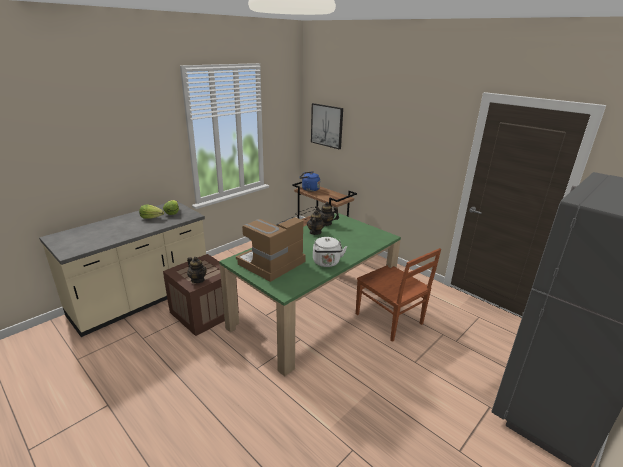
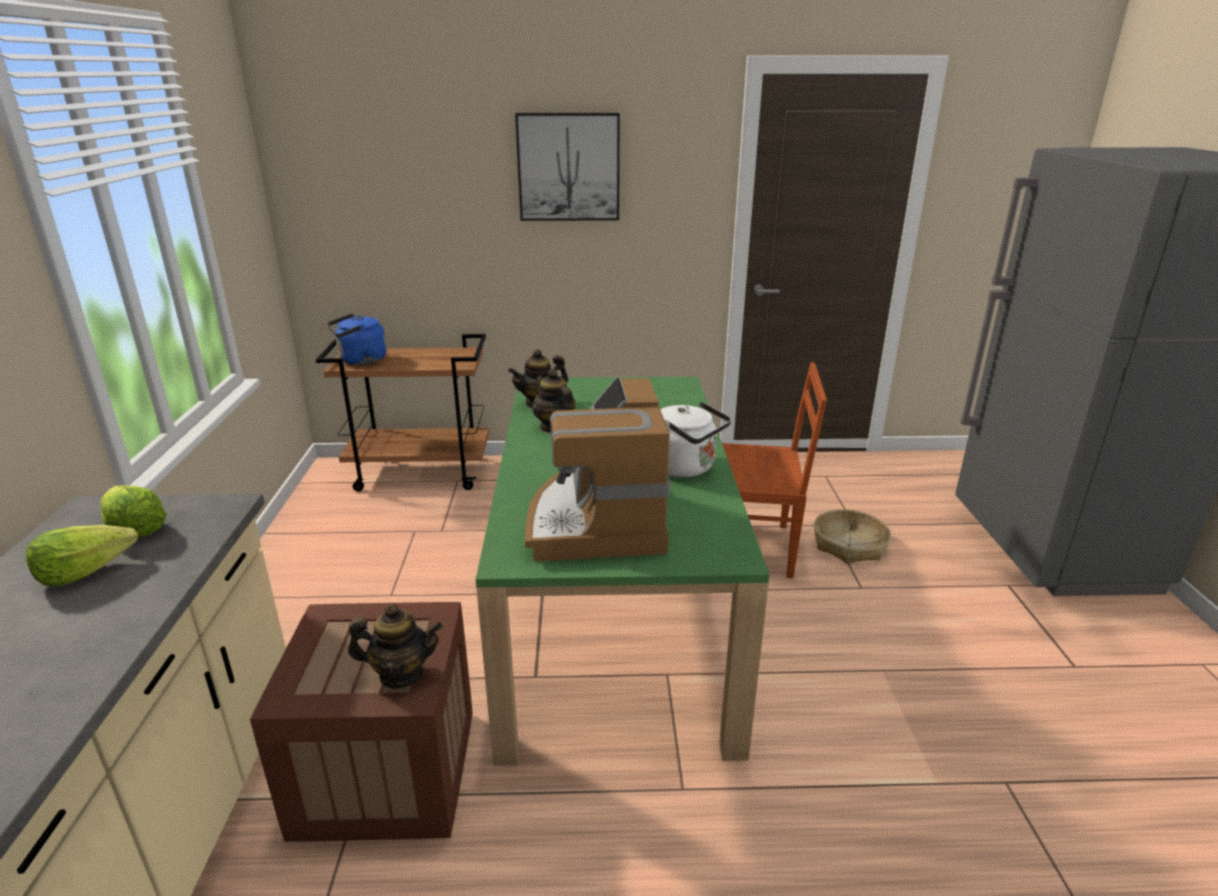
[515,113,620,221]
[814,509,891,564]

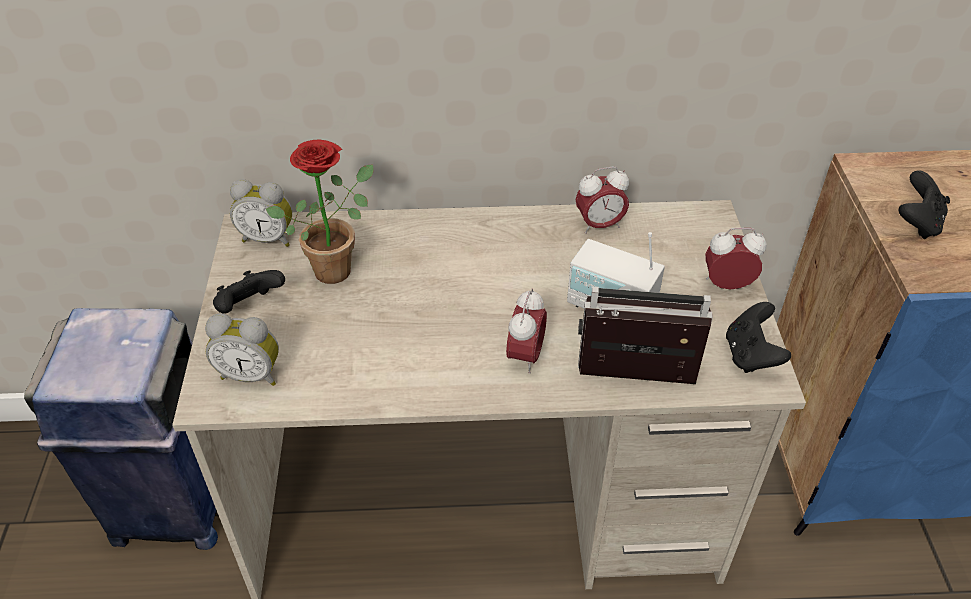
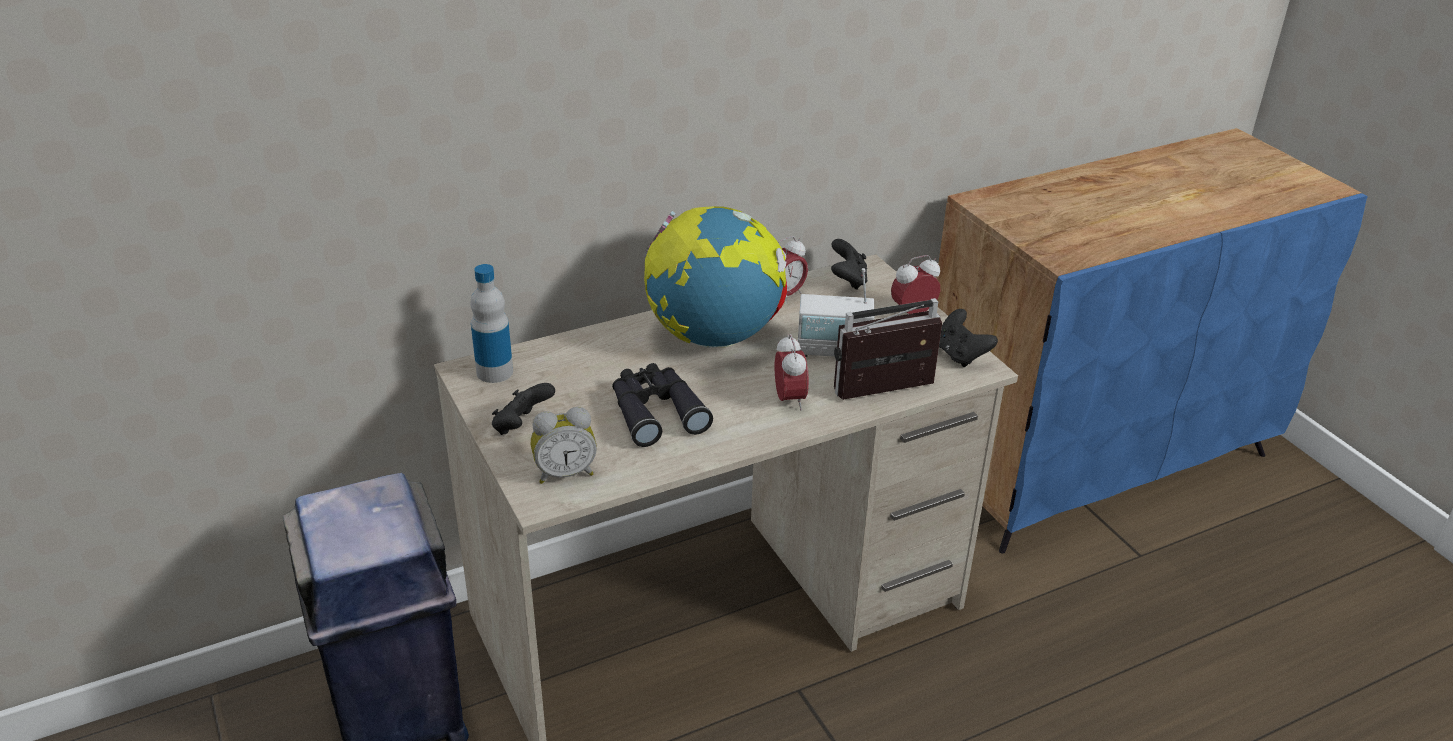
[470,264,513,383]
[612,363,713,447]
[643,206,787,348]
[831,239,868,290]
[266,139,374,284] (first image)

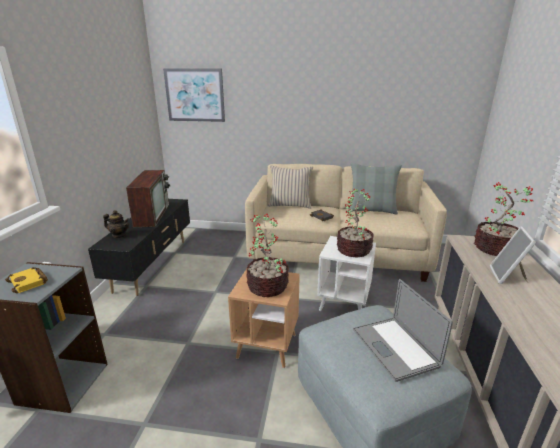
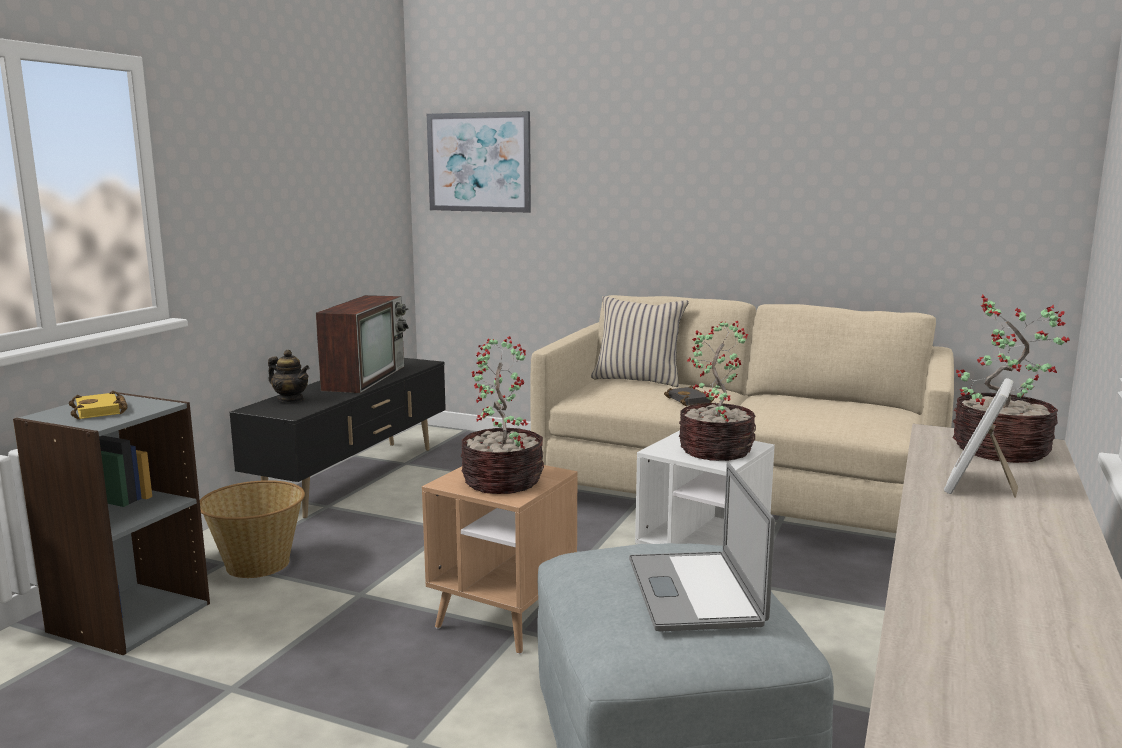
[200,480,305,578]
[348,163,402,215] (first image)

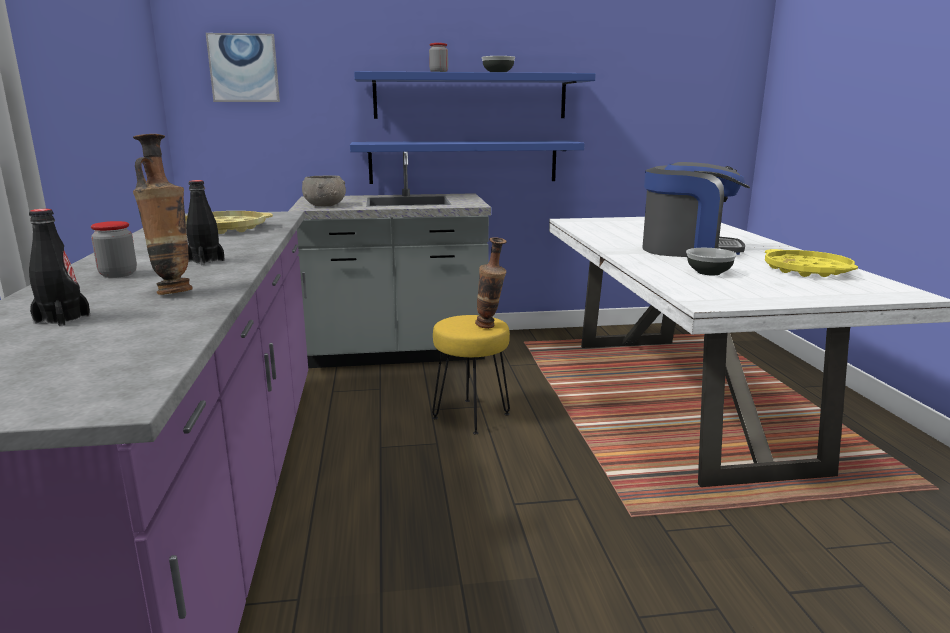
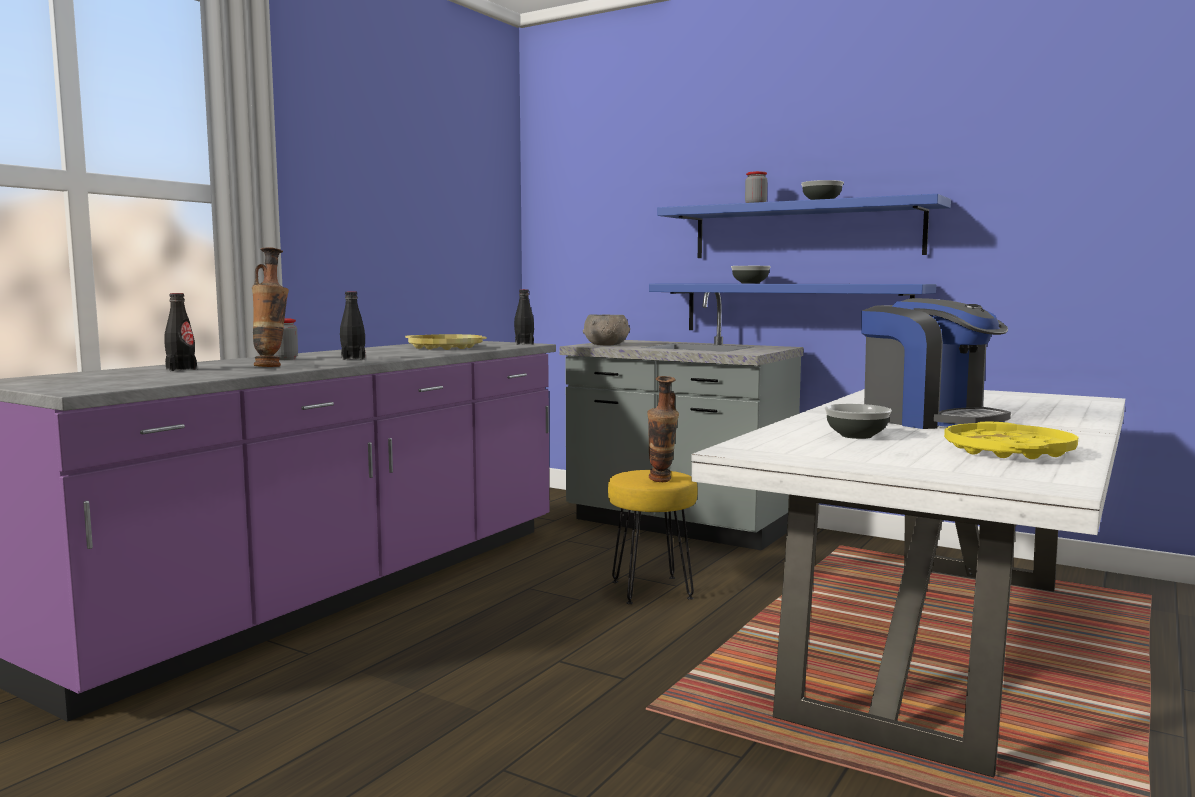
[514,289,534,345]
[731,266,771,283]
[206,33,280,102] (first image)

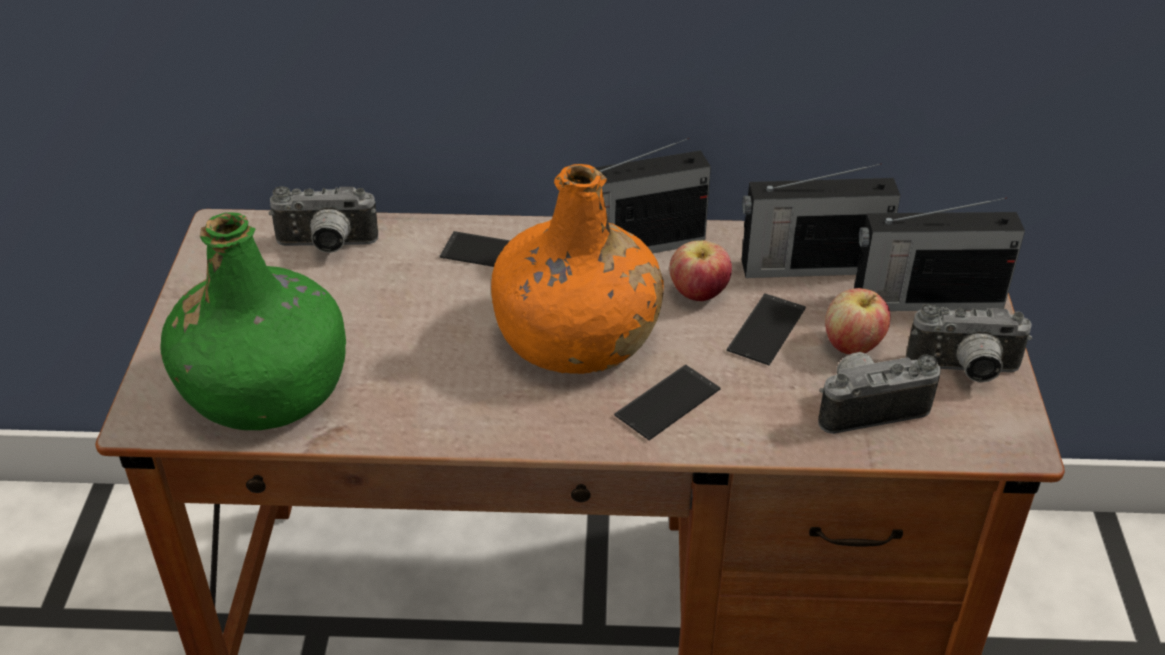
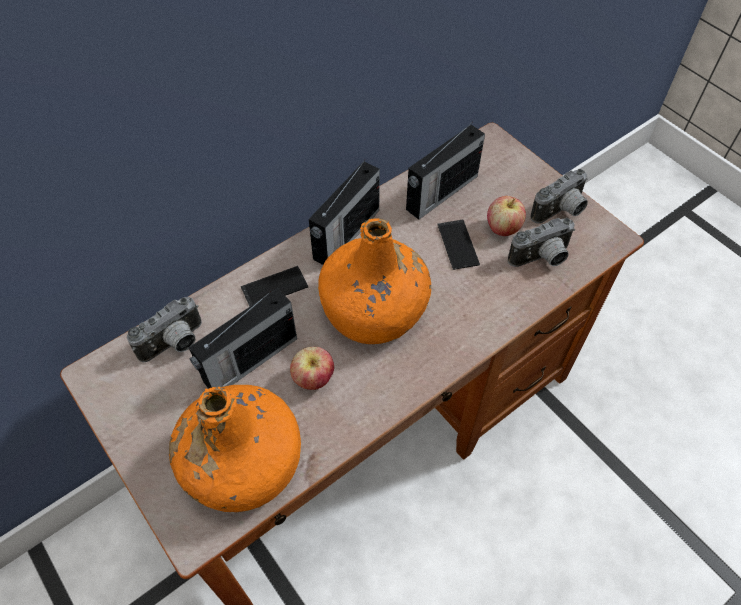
[169,385,301,512]
[189,288,297,389]
[290,347,334,390]
[508,218,575,267]
[614,364,721,440] (first image)

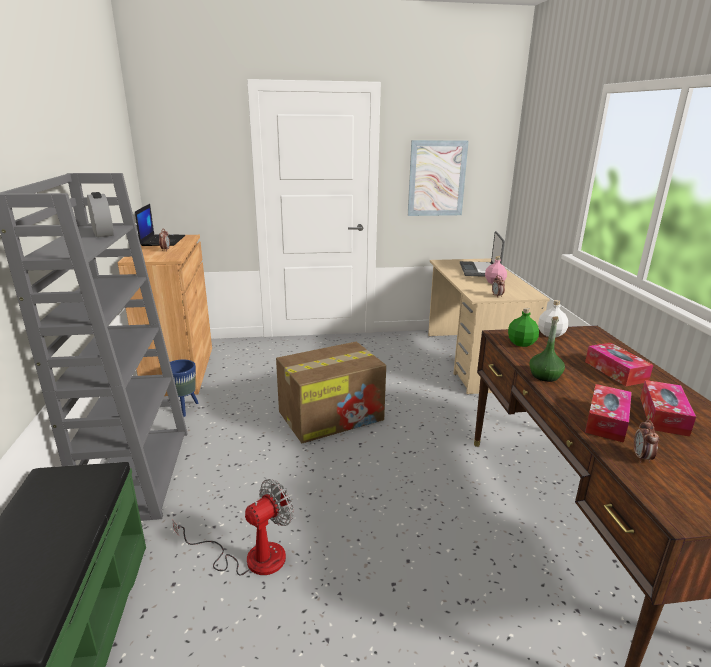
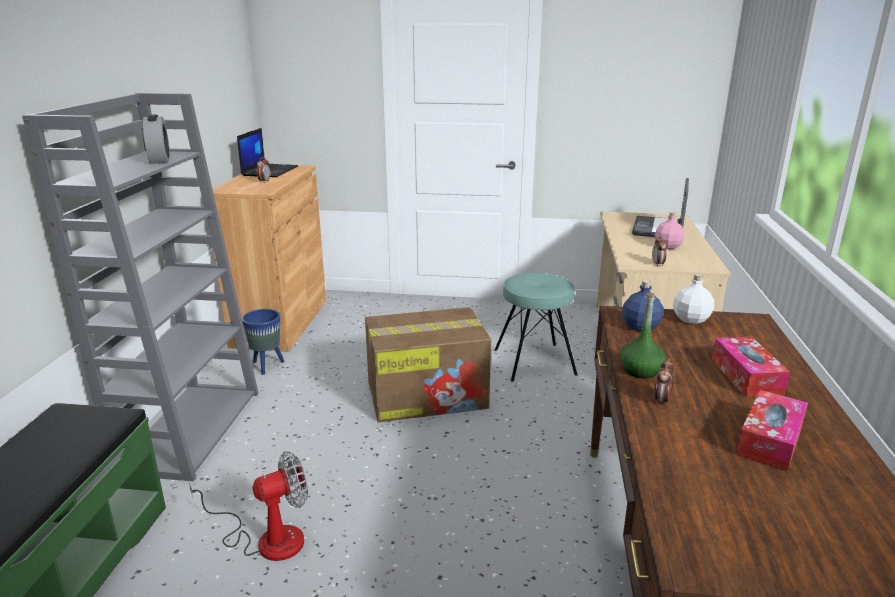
[494,273,578,382]
[622,280,663,331]
[654,359,675,406]
[408,140,469,216] (first image)
[585,384,632,443] (first image)

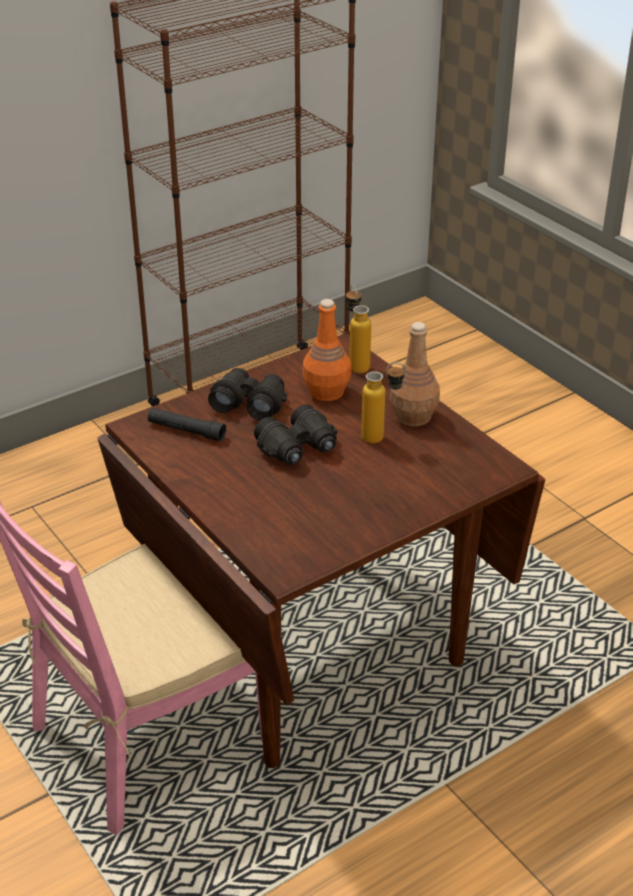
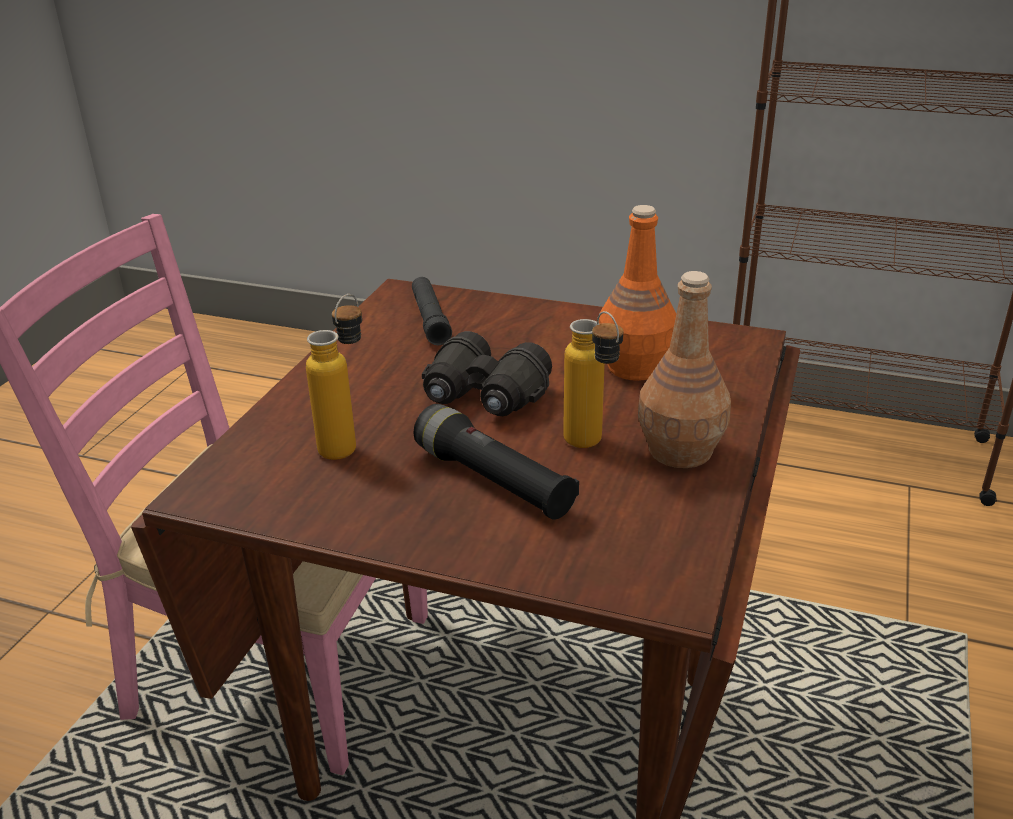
[306,294,362,460]
[414,404,579,520]
[208,368,287,420] (first image)

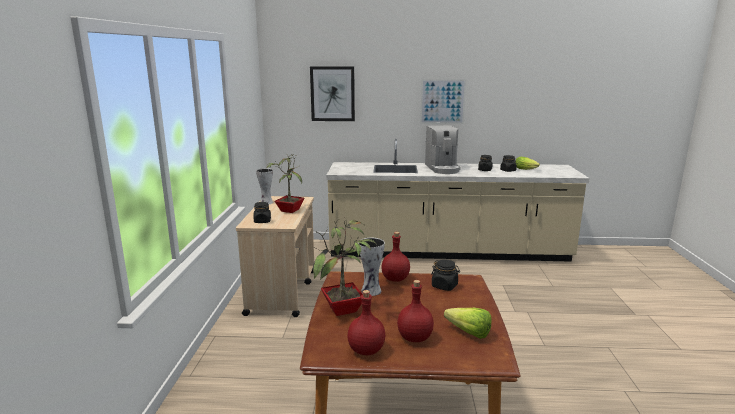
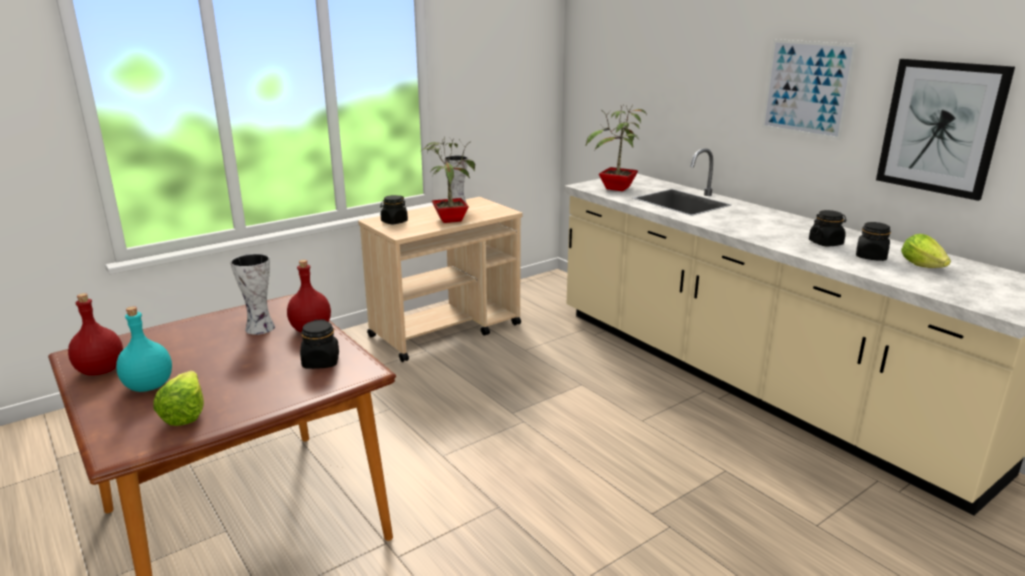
[116,306,172,392]
[586,104,647,191]
[876,59,1015,201]
[425,125,461,174] (first image)

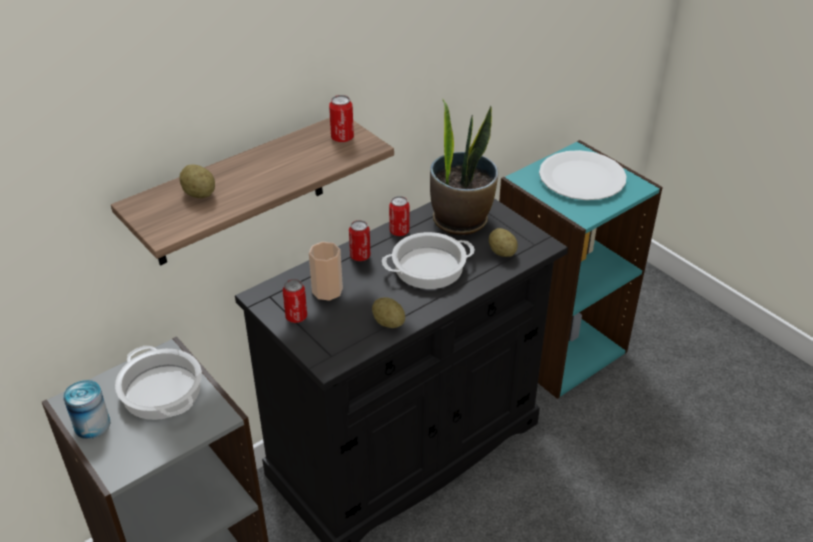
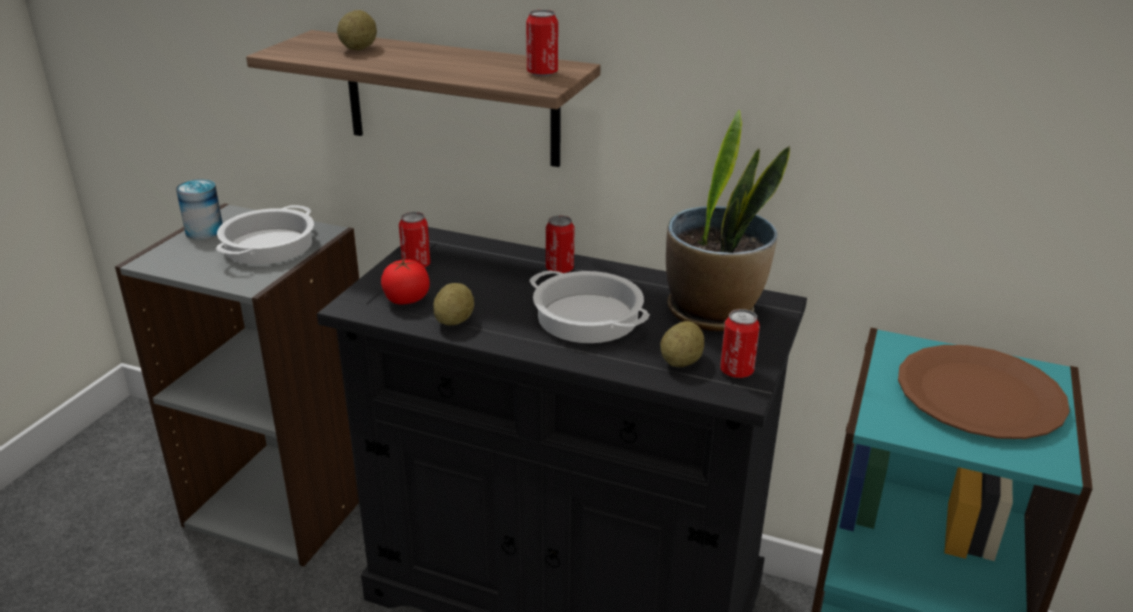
[381,258,430,305]
[720,309,760,378]
[898,345,1070,439]
[309,242,343,301] (first image)

